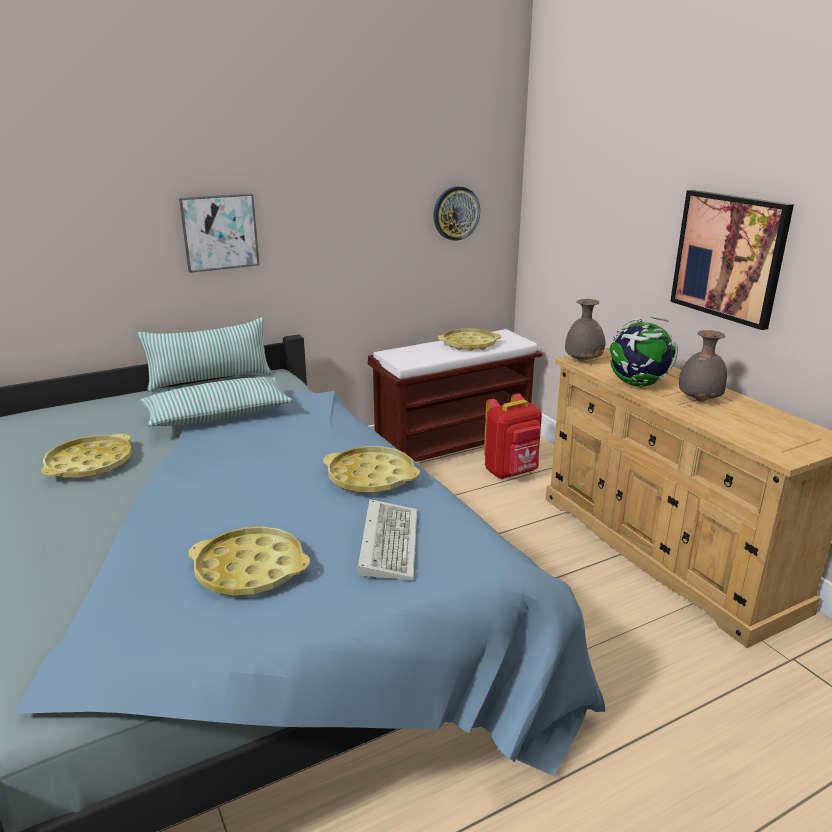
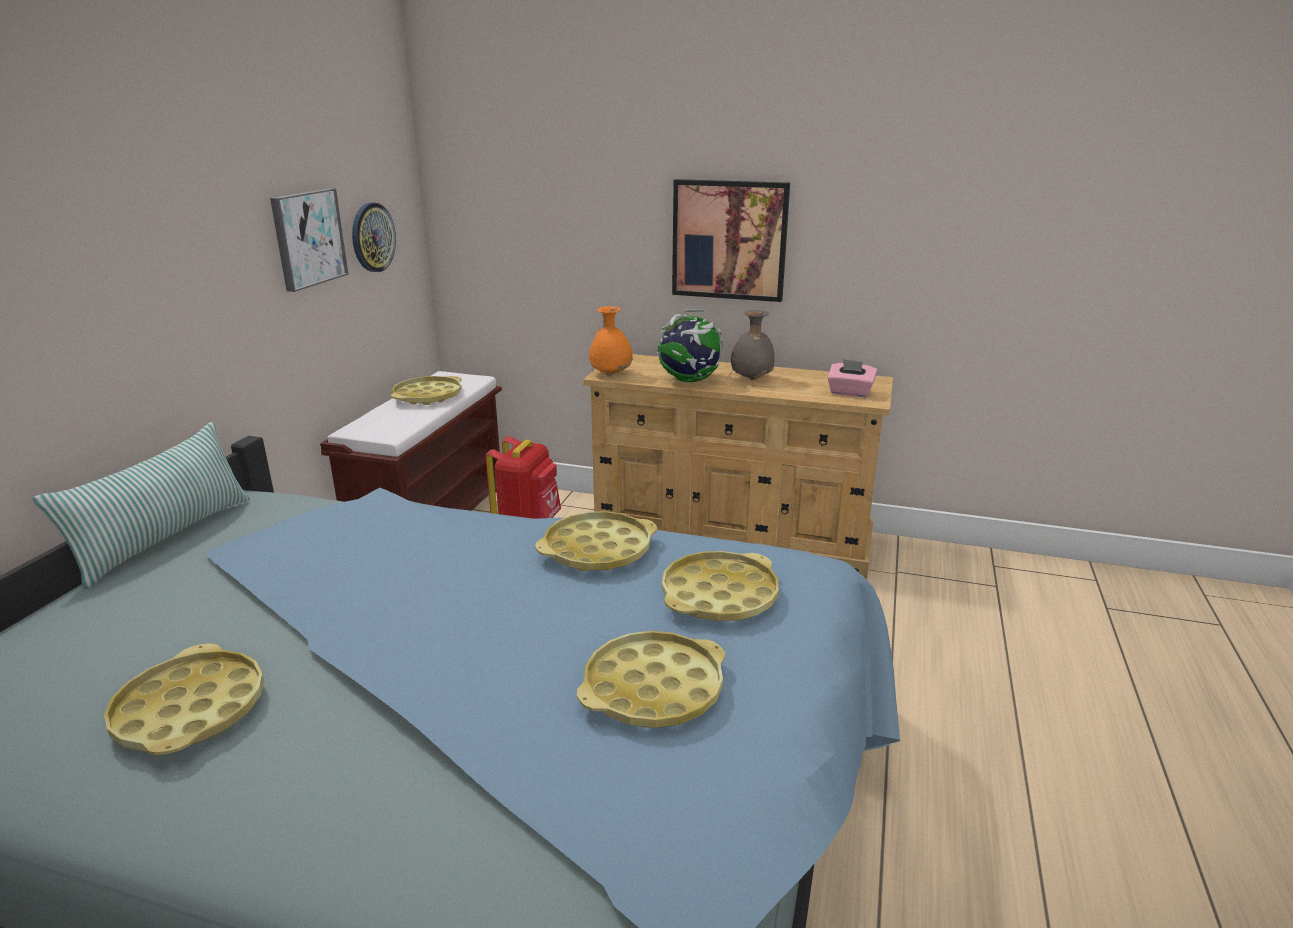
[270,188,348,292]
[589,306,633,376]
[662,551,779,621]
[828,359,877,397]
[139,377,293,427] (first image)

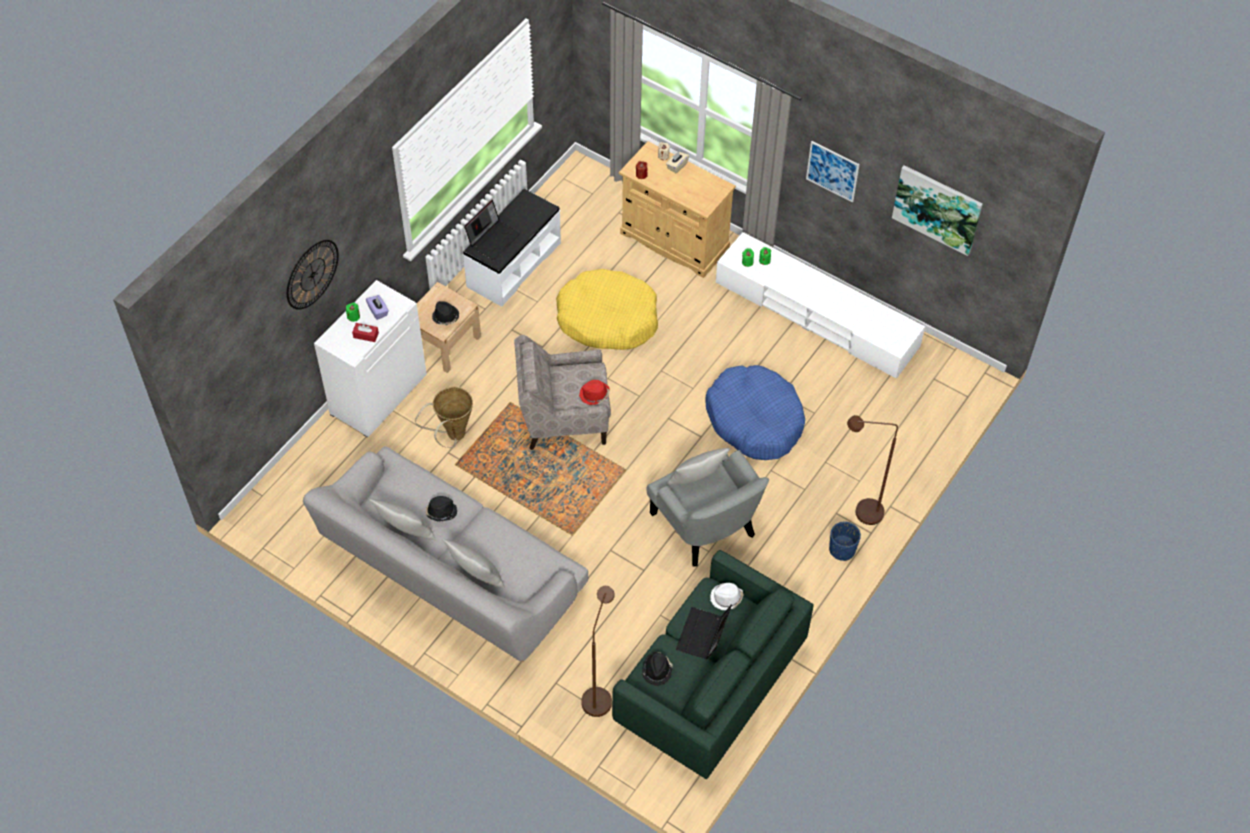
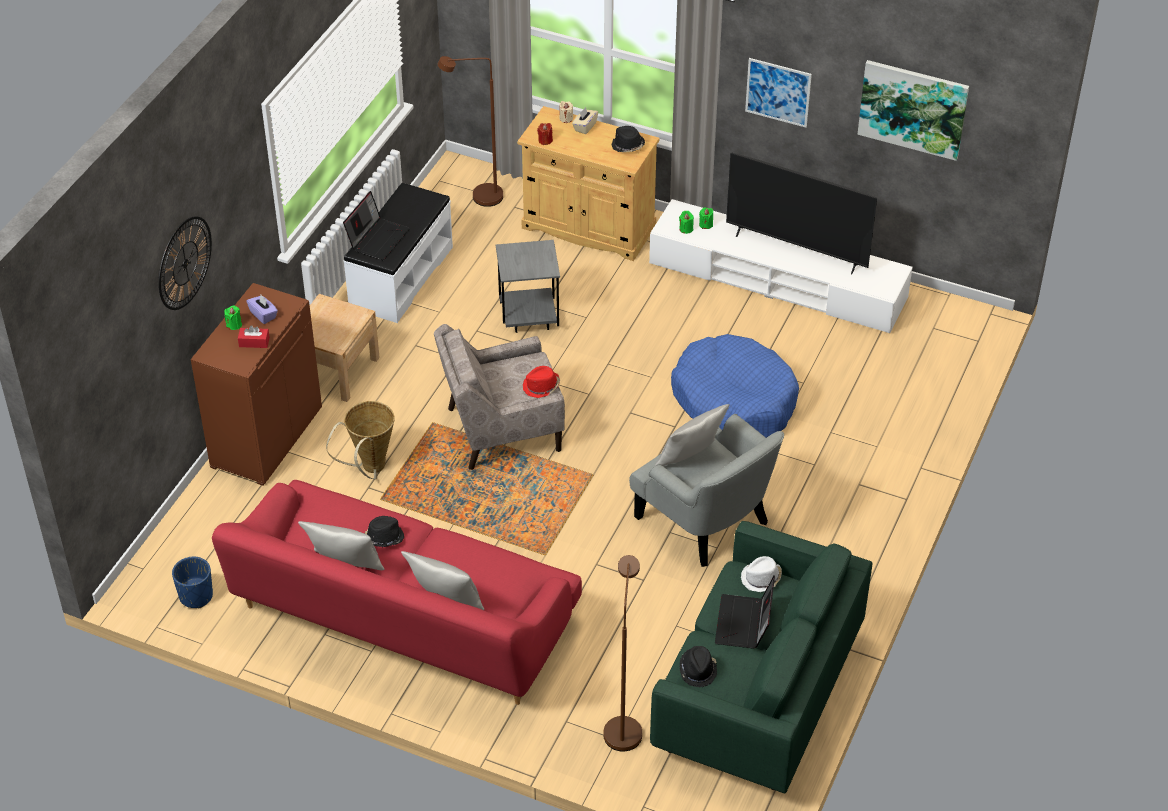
[172,557,213,608]
[191,283,322,486]
[212,480,582,705]
[438,56,503,207]
[496,240,560,333]
[611,126,645,152]
[726,152,877,274]

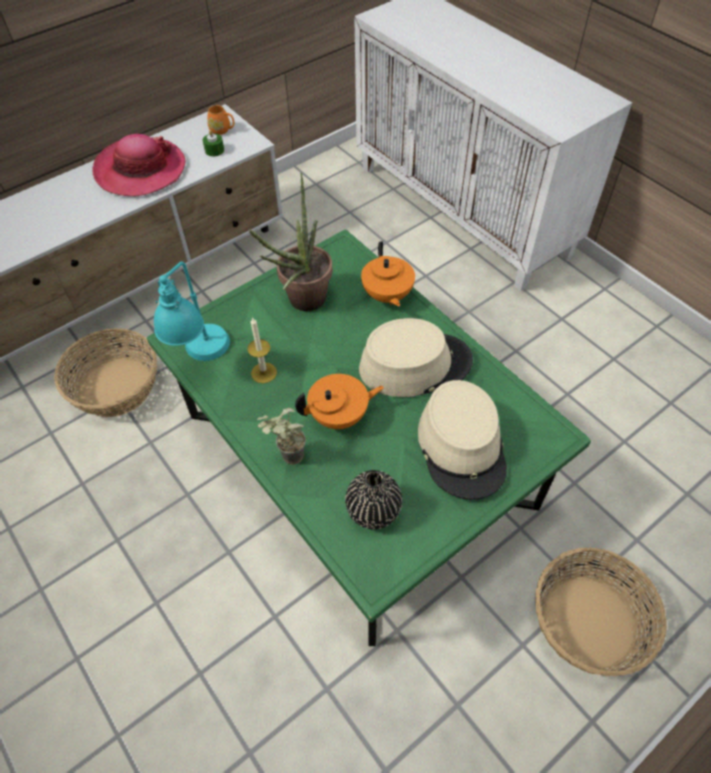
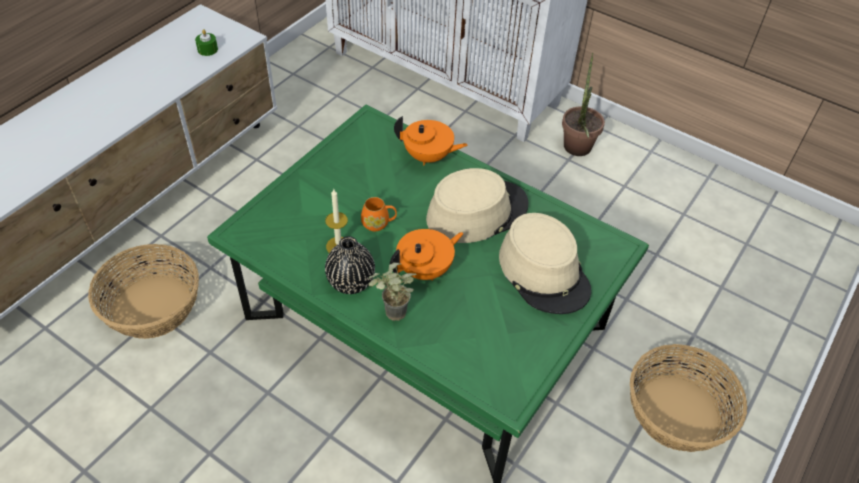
[325,236,375,294]
[361,197,397,231]
[394,116,468,165]
[562,53,605,156]
[92,134,186,197] (first image)
[154,262,230,361] (first image)

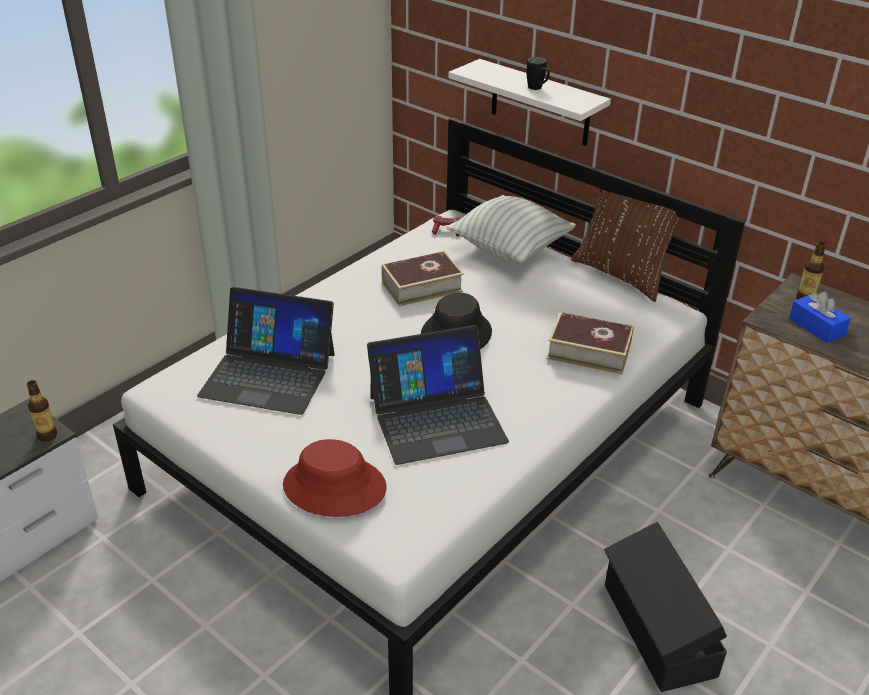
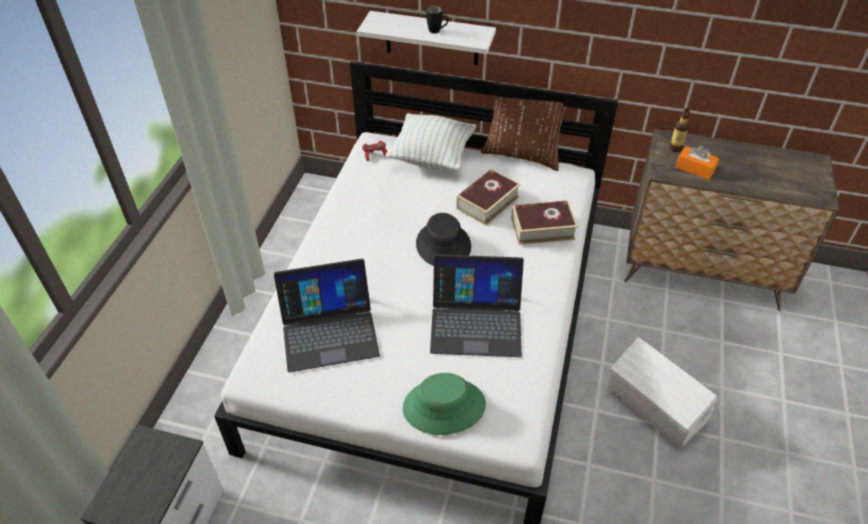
[403,373,486,435]
[430,254,524,357]
[456,169,521,226]
[608,337,717,448]
[675,145,719,180]
[27,380,57,442] (first image)

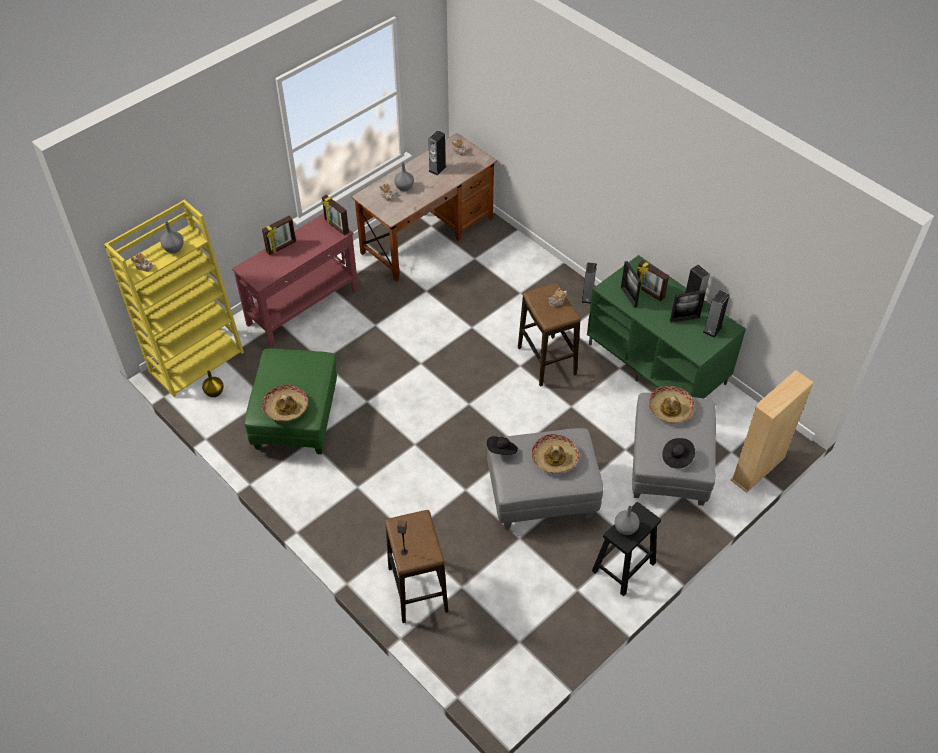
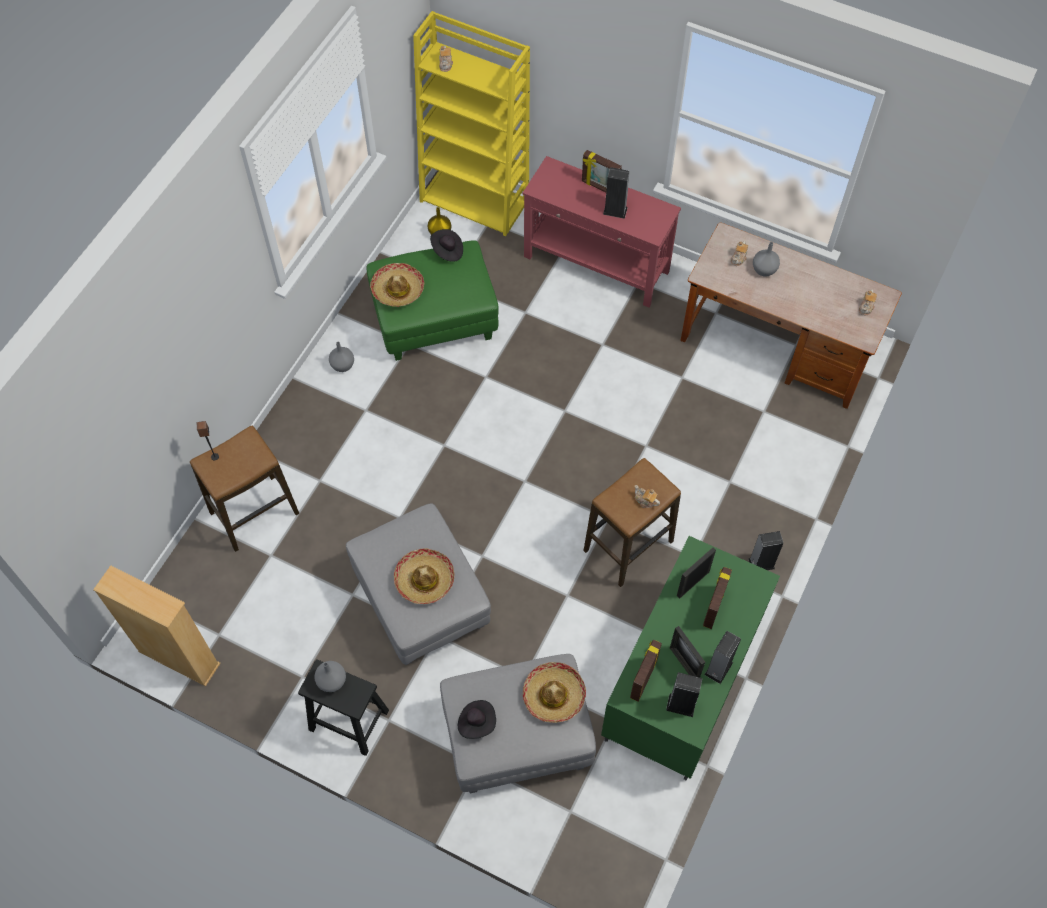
[93,565,221,686]
[329,342,354,372]
[430,229,463,262]
[603,167,630,219]
[630,640,662,702]

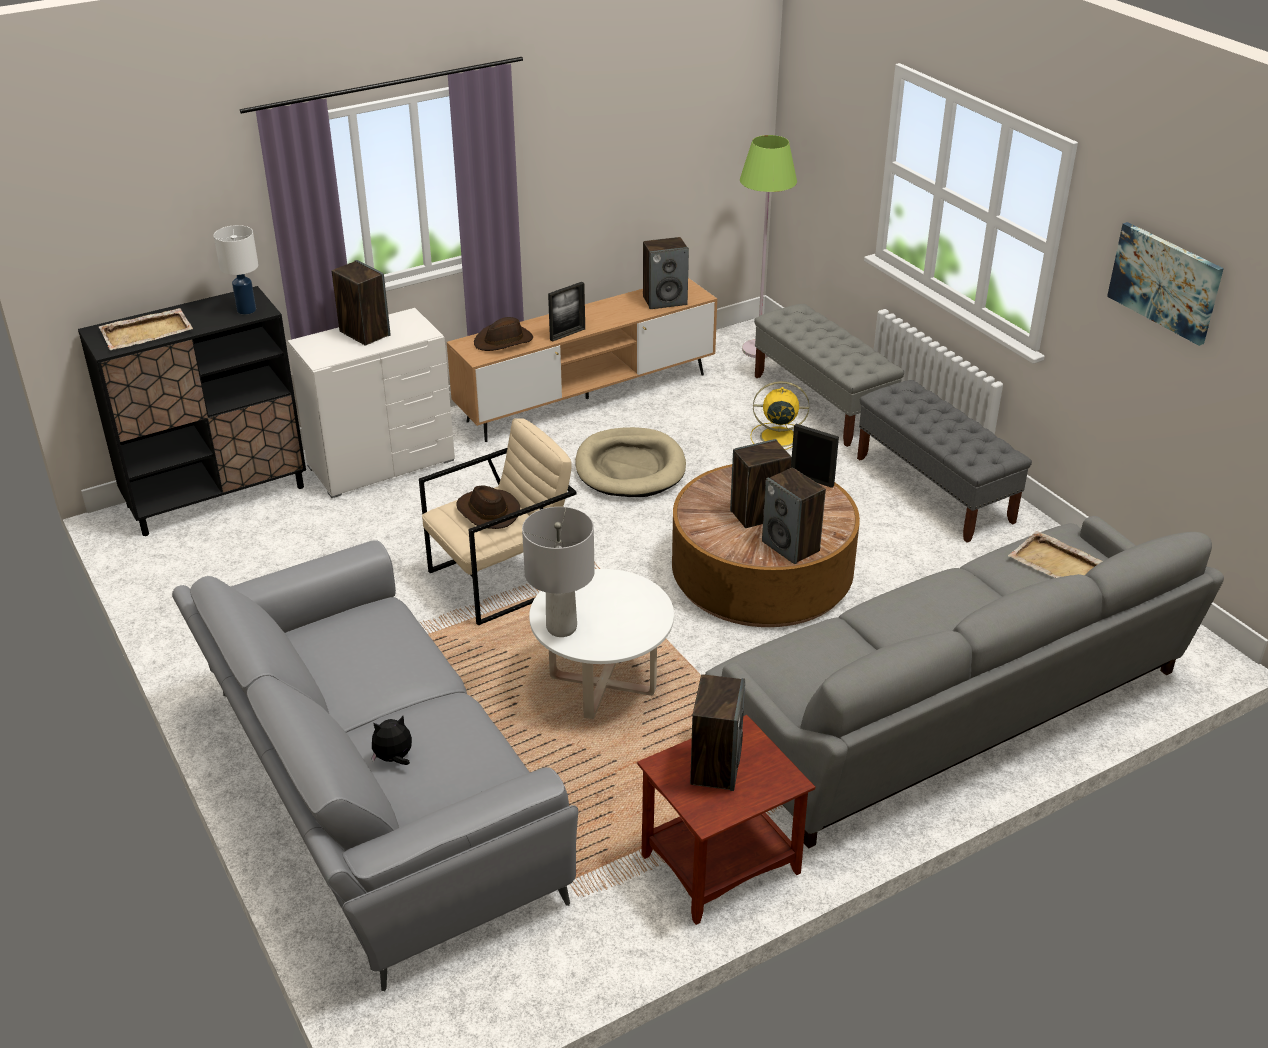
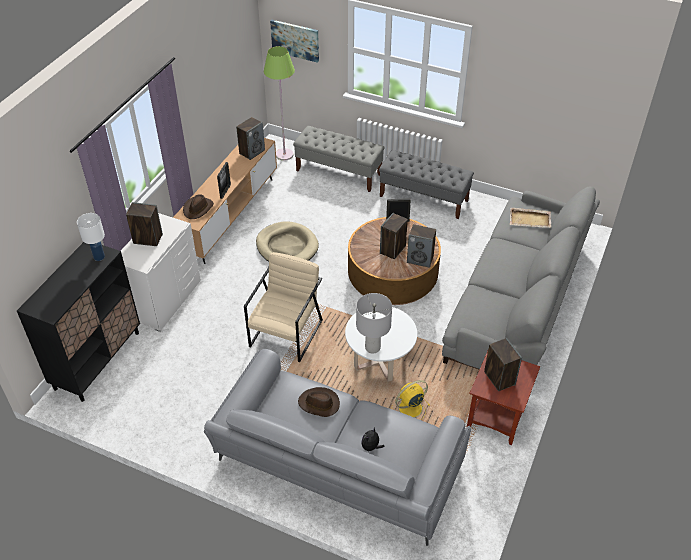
[270,20,319,63]
[298,387,340,417]
[392,380,430,420]
[99,308,193,350] (first image)

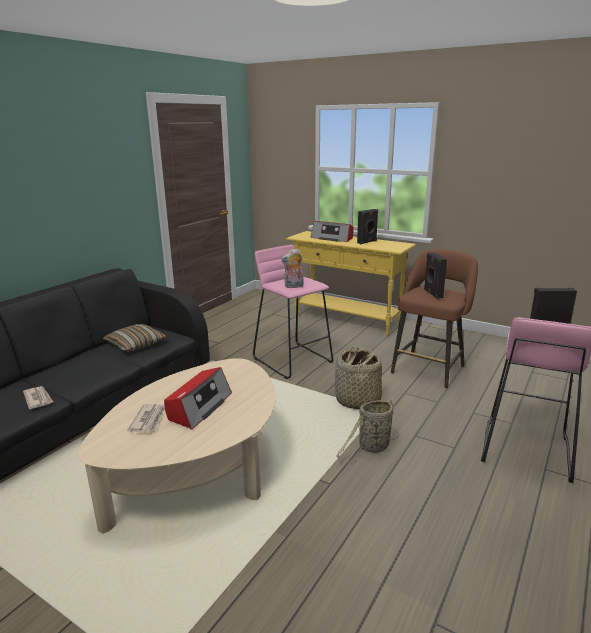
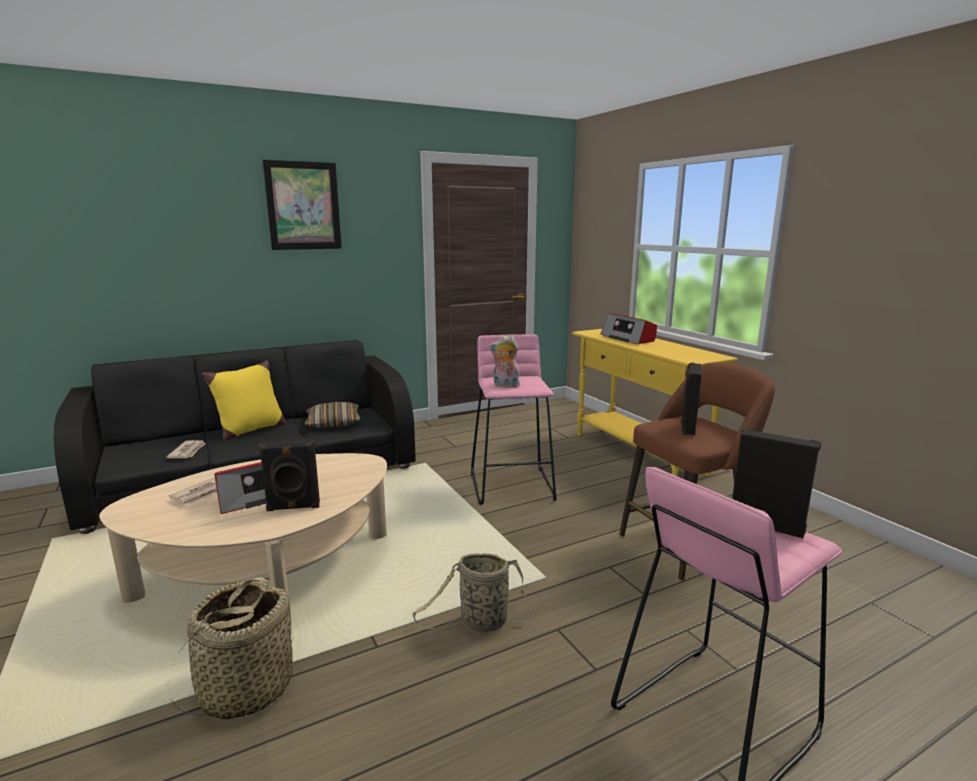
[168,577,294,720]
[202,360,287,440]
[259,439,320,511]
[262,160,342,250]

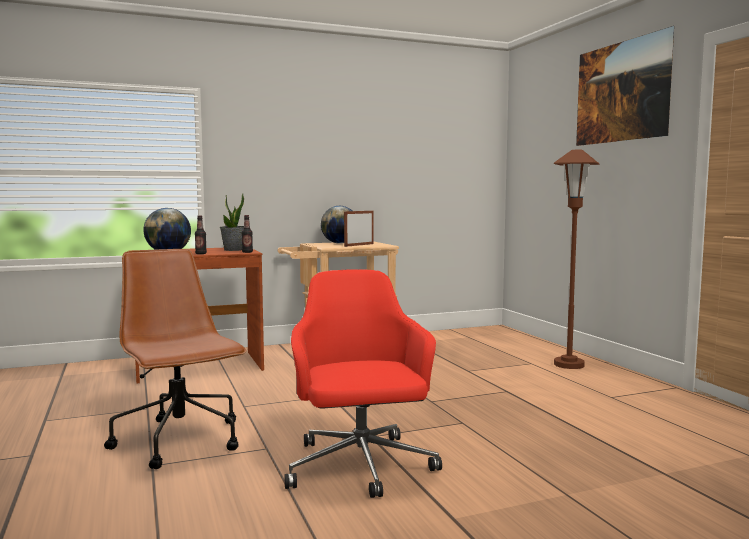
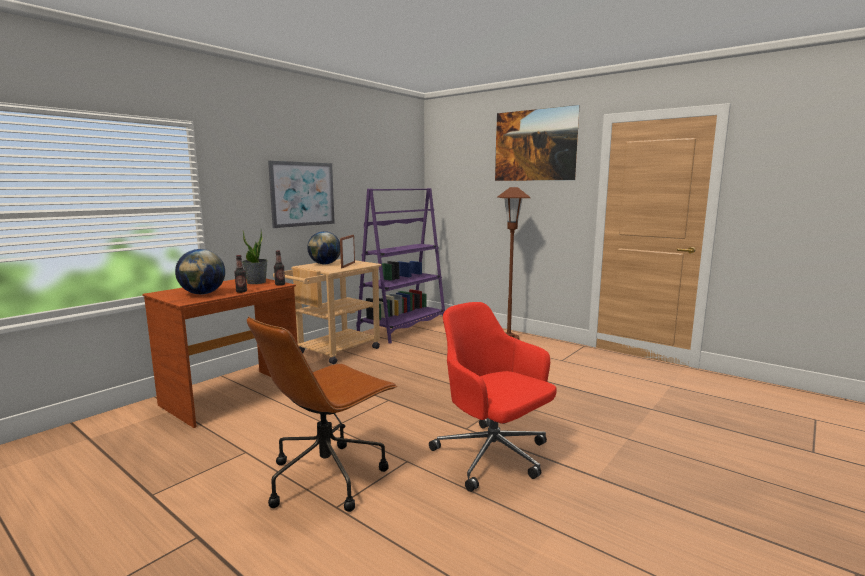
[247,317,397,512]
[268,161,335,228]
[356,188,445,344]

